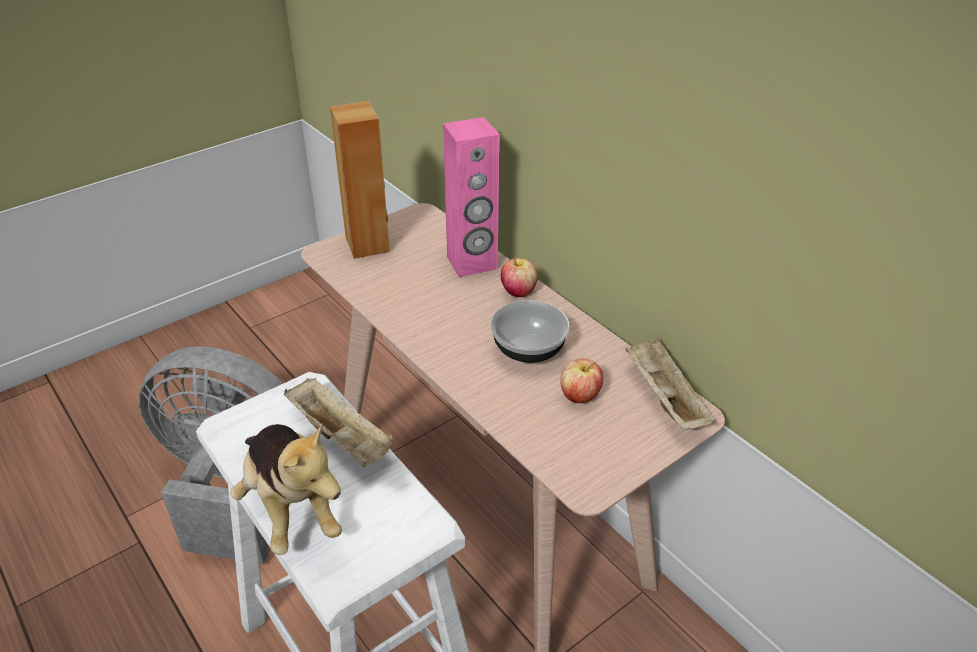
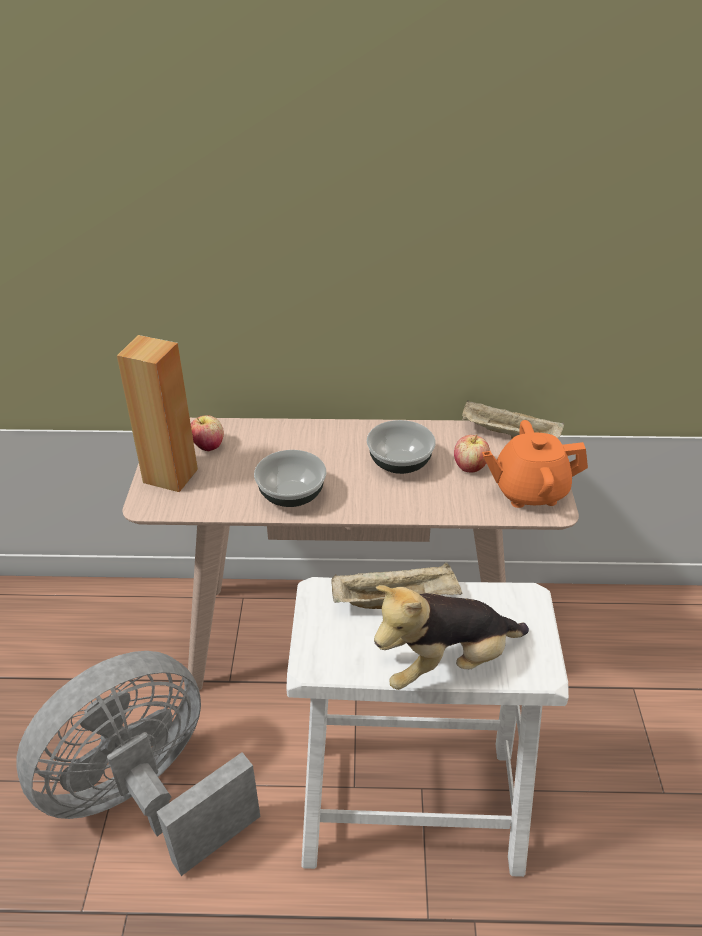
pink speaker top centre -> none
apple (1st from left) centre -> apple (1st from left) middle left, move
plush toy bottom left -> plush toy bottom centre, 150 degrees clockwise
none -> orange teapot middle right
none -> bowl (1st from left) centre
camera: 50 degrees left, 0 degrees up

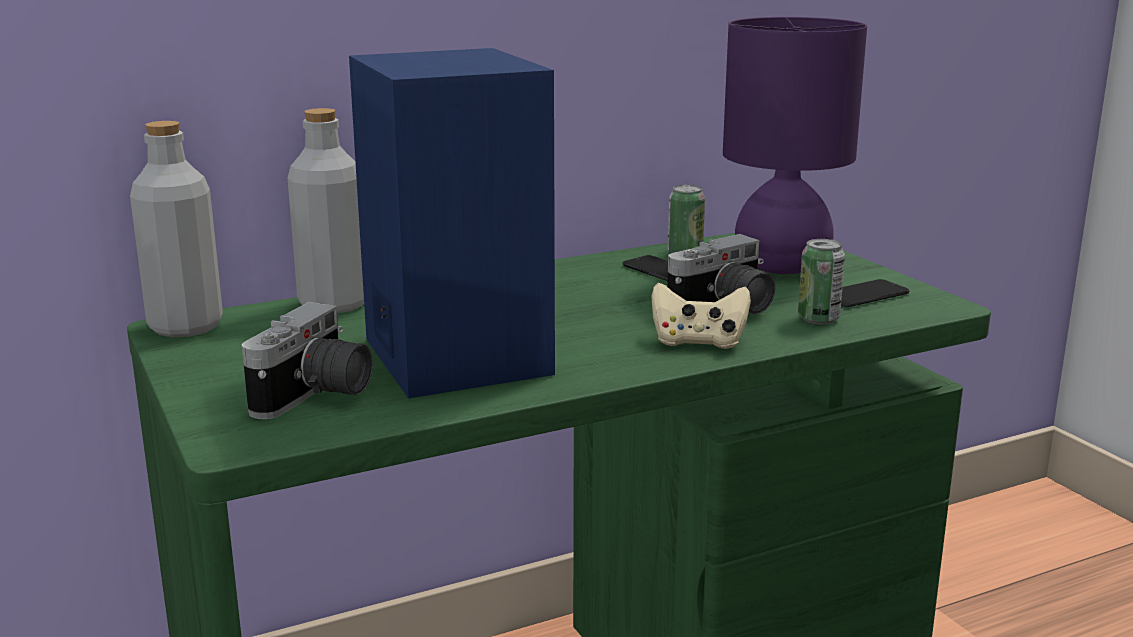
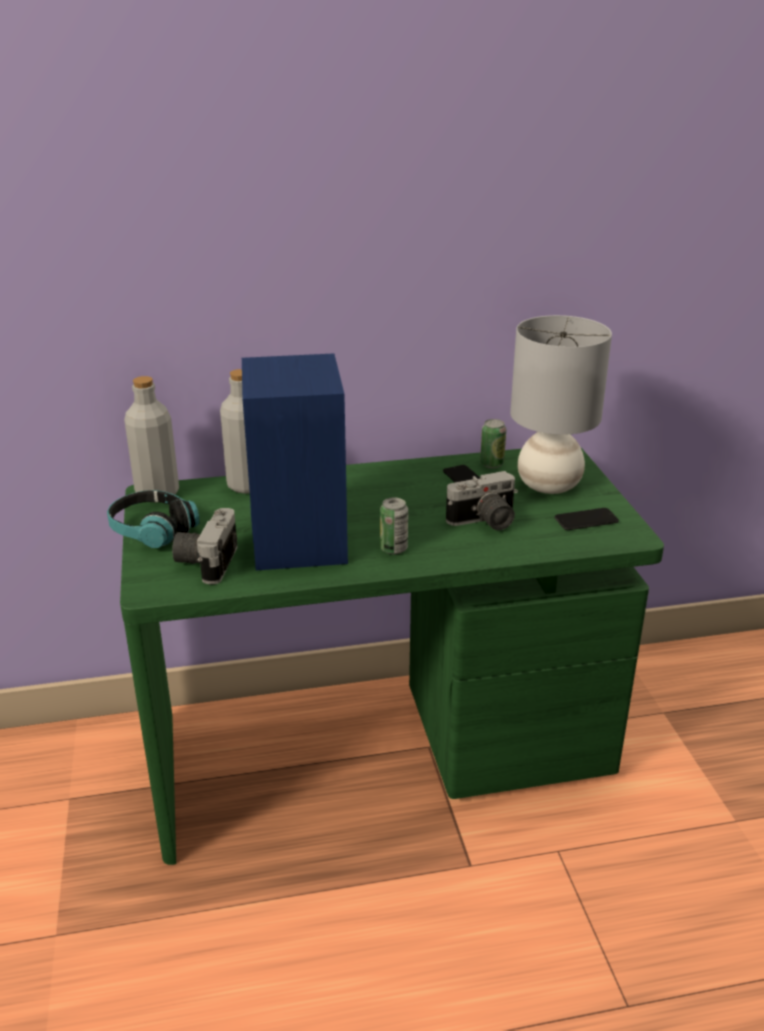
purple table lamp top right -> grey table lamp middle right
can (2nd from left in the first image) middle right -> can (1st from left) centre, move
beige game controller centre -> none
photo camera (1st from left) middle left, 150 degrees clockwise
none -> headphones middle left
camera: 15 degrees right, 10 degrees up

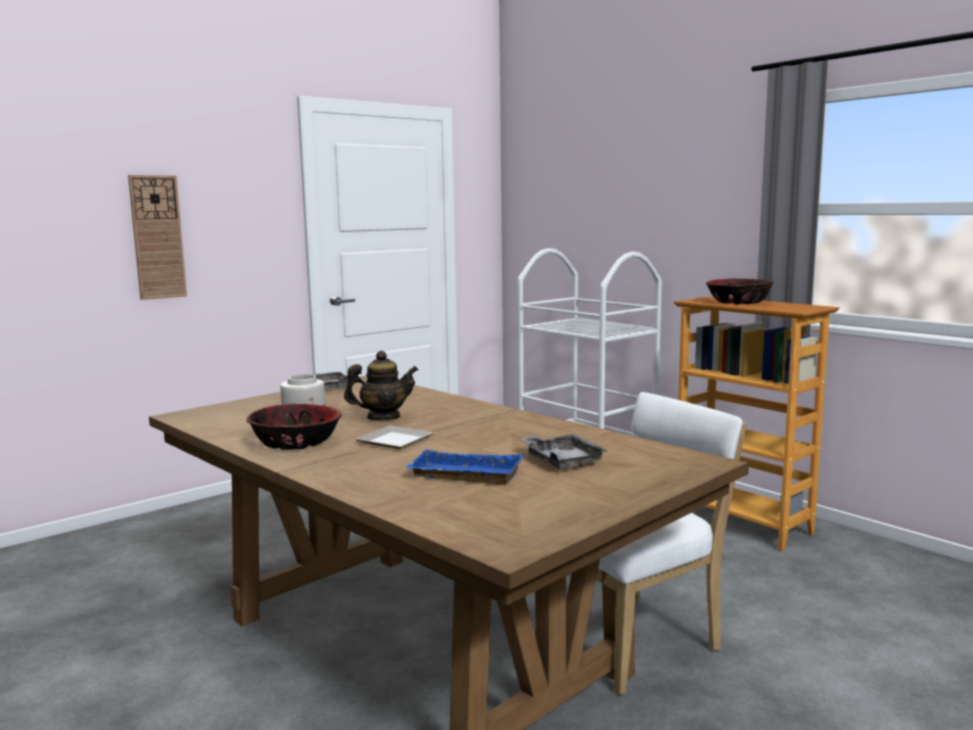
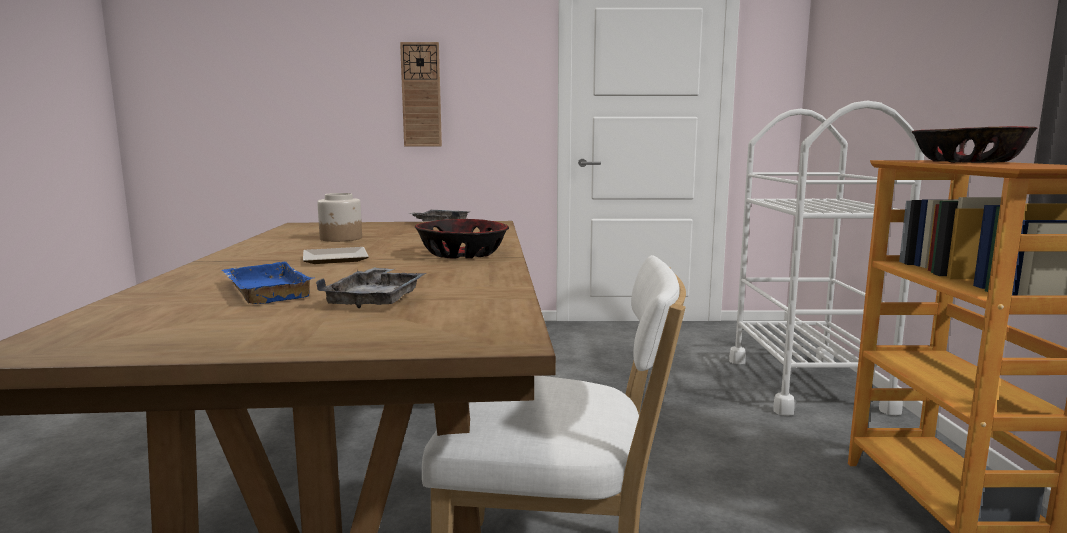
teapot centre -> none
bowl (1st from left) middle left -> bowl (1st from left) centre, move
camera: 40 degrees right, 0 degrees up

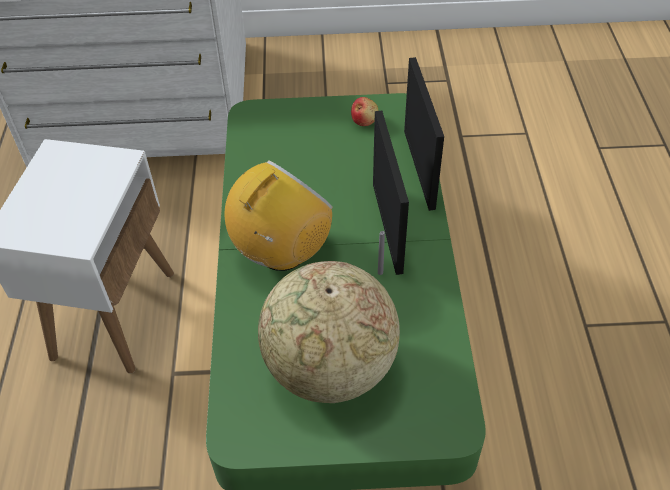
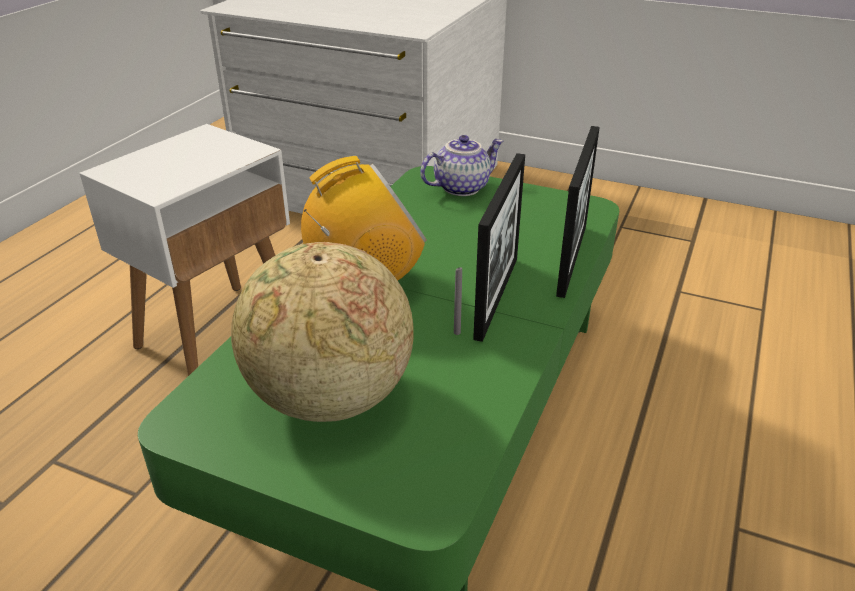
apple top centre -> none
none -> teapot top centre
camera: 25 degrees right, 15 degrees down

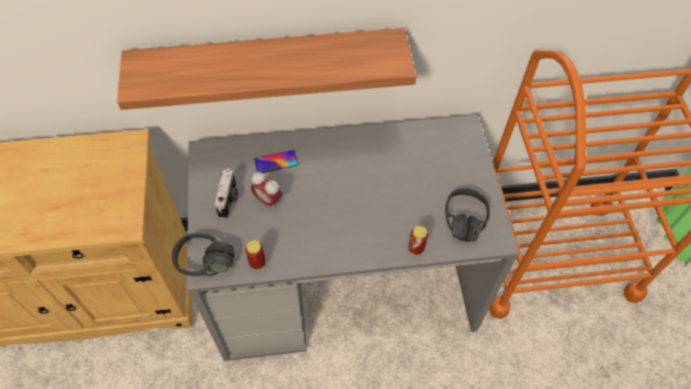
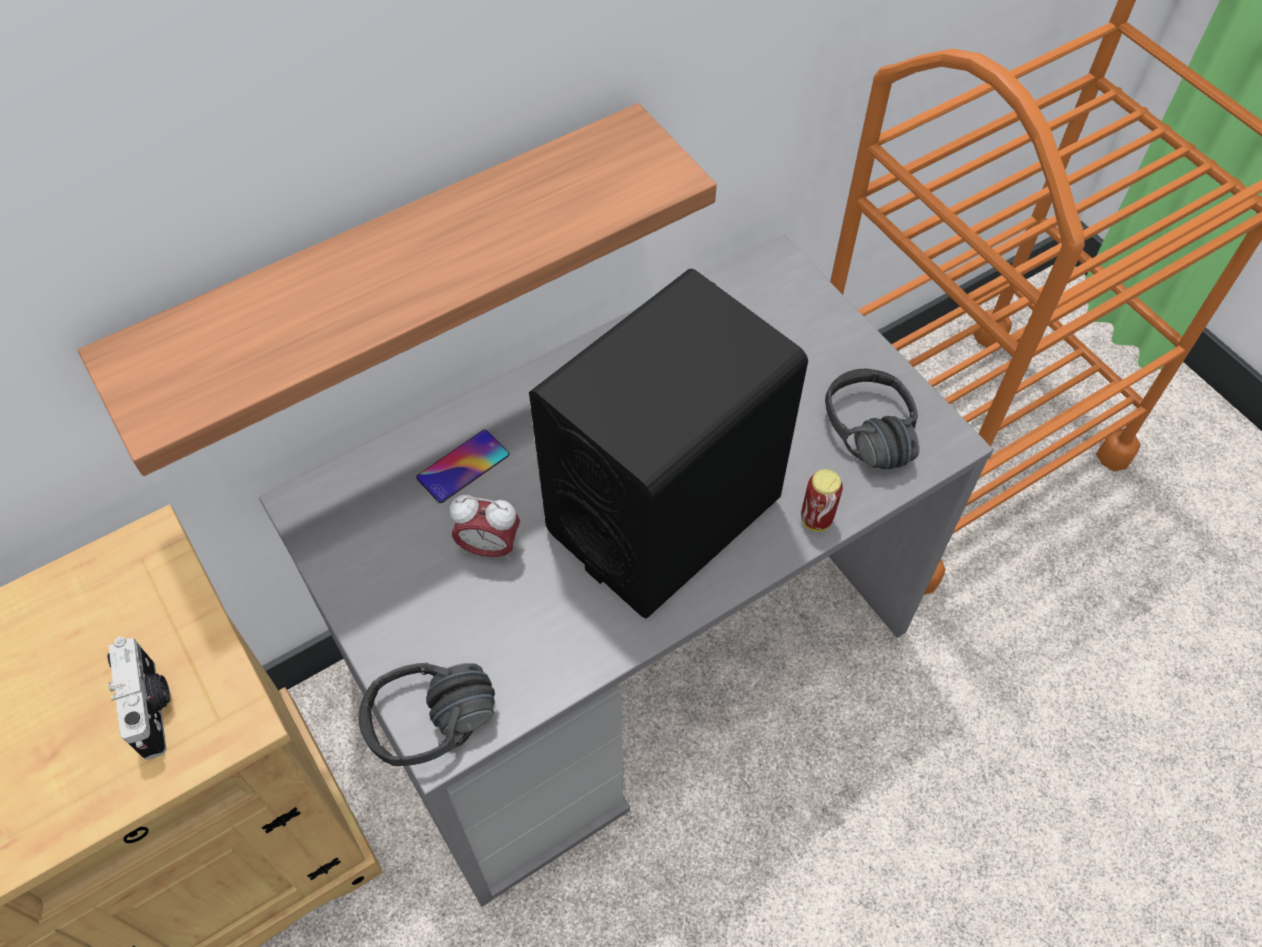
photo camera middle left -> photo camera bottom left, move
can (1st from left) centre -> none
none -> black speaker centre
camera: 25 degrees left, 0 degrees up

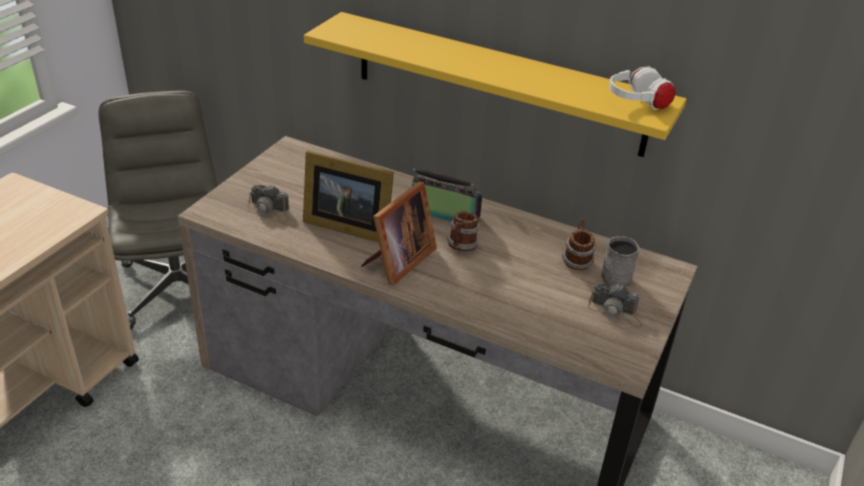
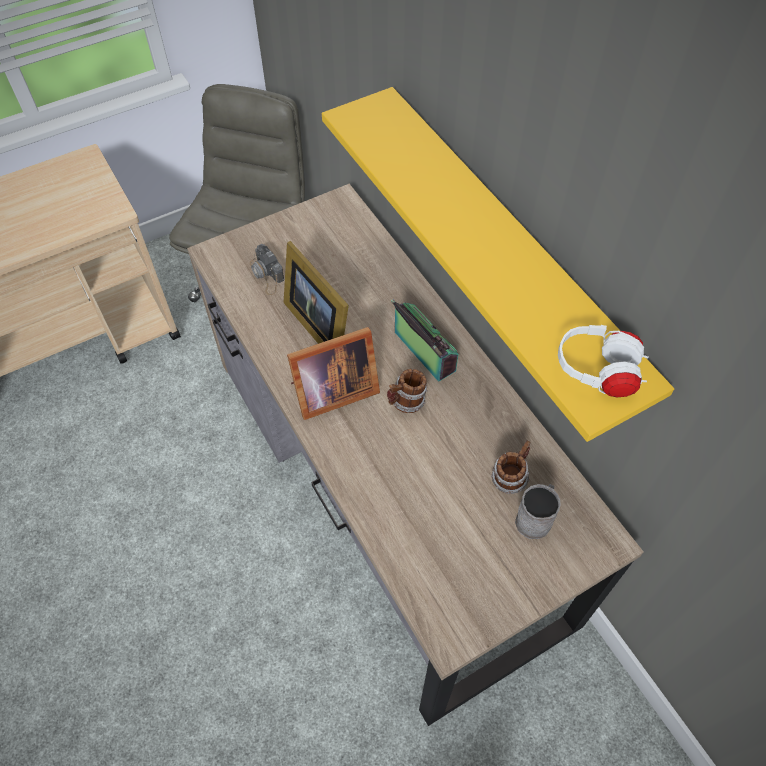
photo camera (2nd from left) middle right -> none
camera: 35 degrees right, 20 degrees up

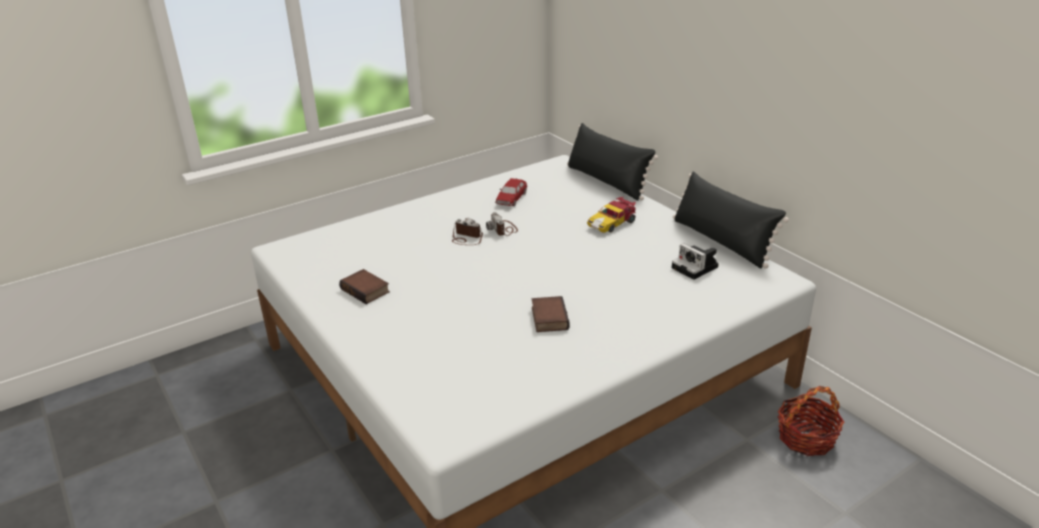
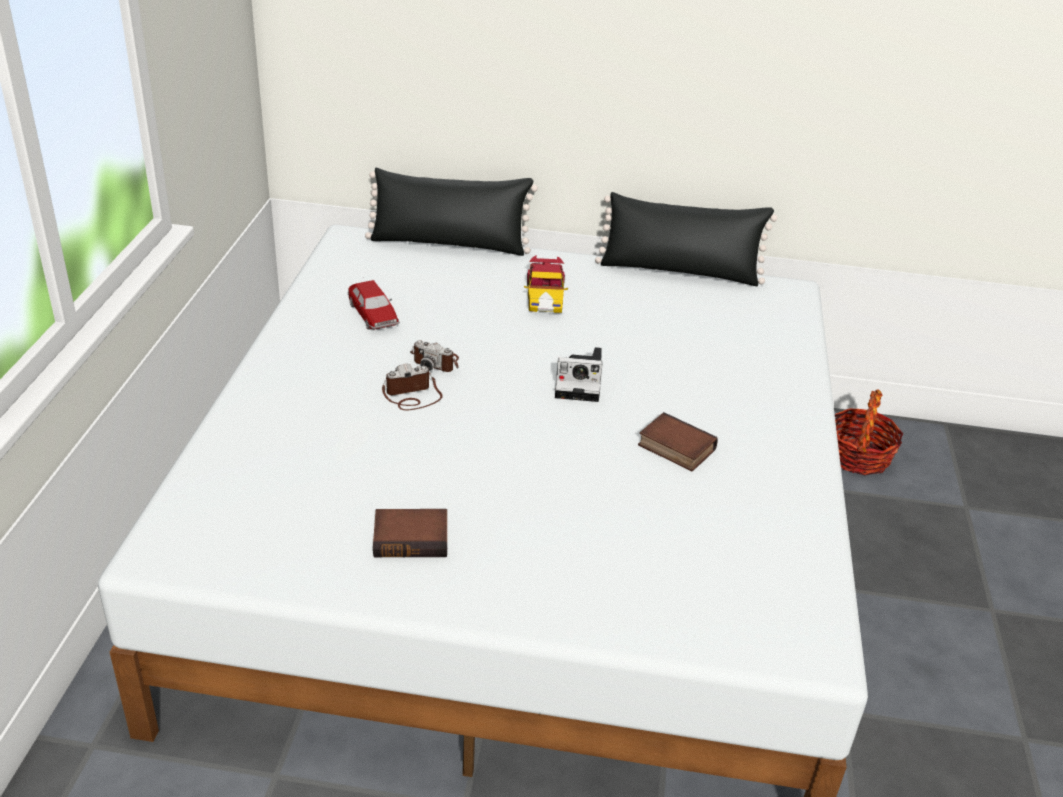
photo camera (3rd from left) middle right -> photo camera (3rd from left) centre, move
camera: 50 degrees left, 5 degrees up

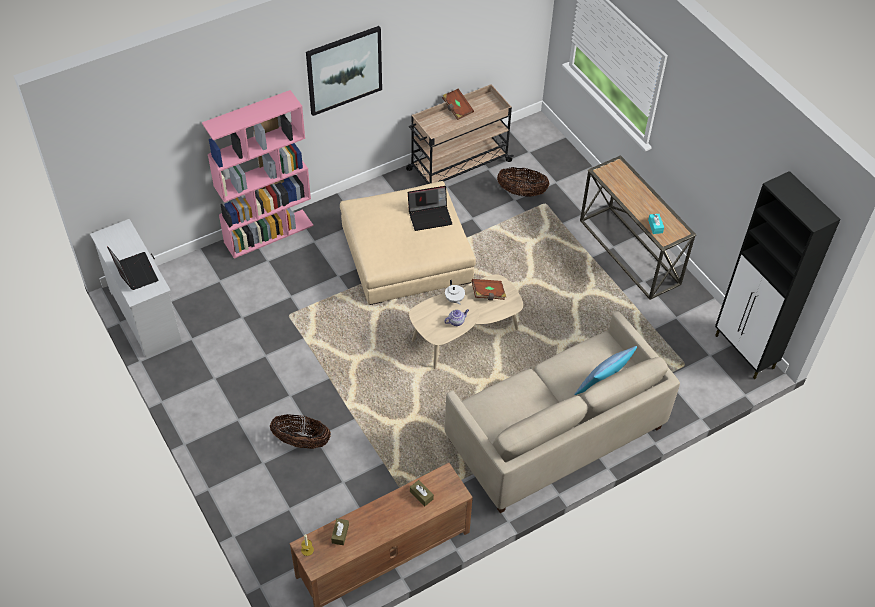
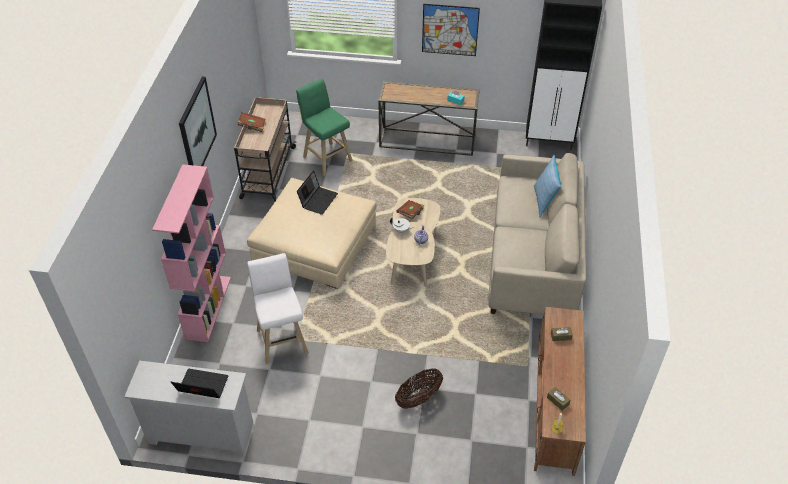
basket (2nd from left) top centre -> green stool top centre
none -> picture (2nd from left) top centre
none -> white stool centre
camera: 50 degrees left, 5 degrees down

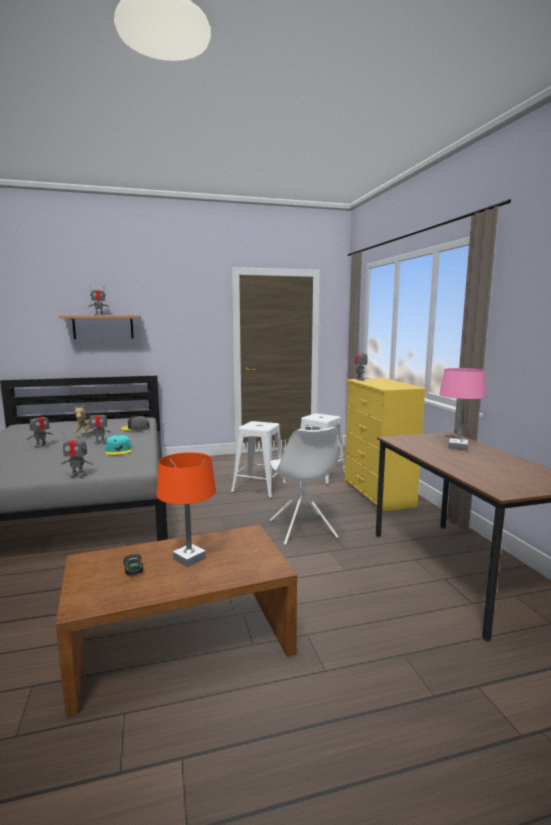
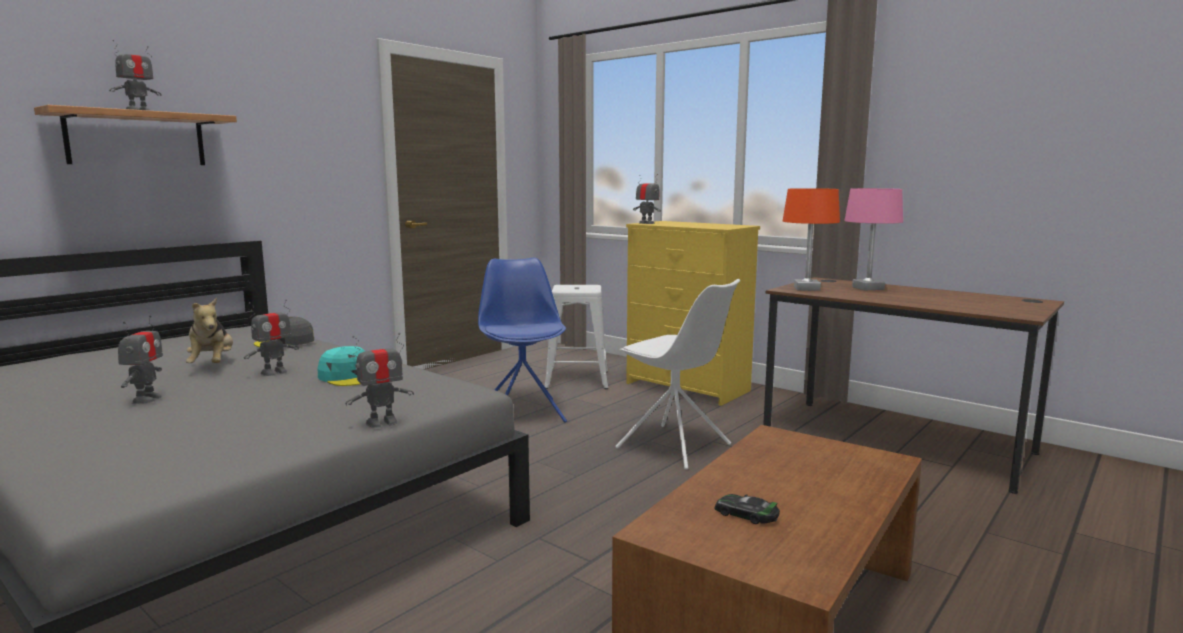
white stool (1st from left) centre -> blue chair centre
orange table lamp centre -> orange table lamp middle right, move
camera: 35 degrees left, 0 degrees up

